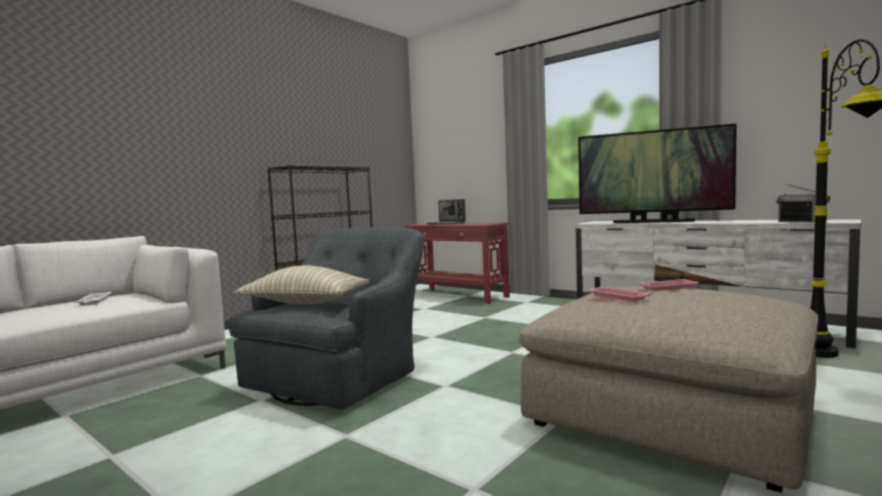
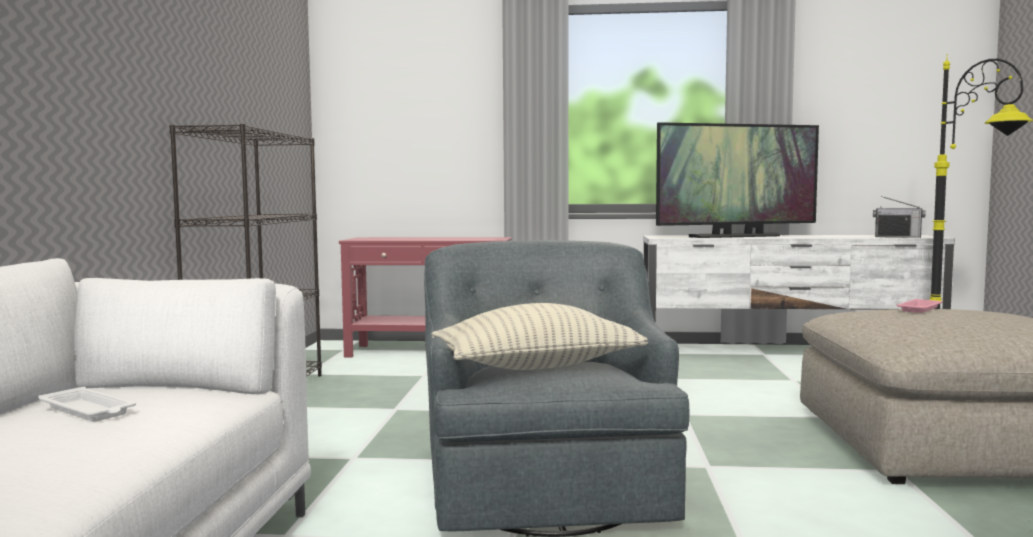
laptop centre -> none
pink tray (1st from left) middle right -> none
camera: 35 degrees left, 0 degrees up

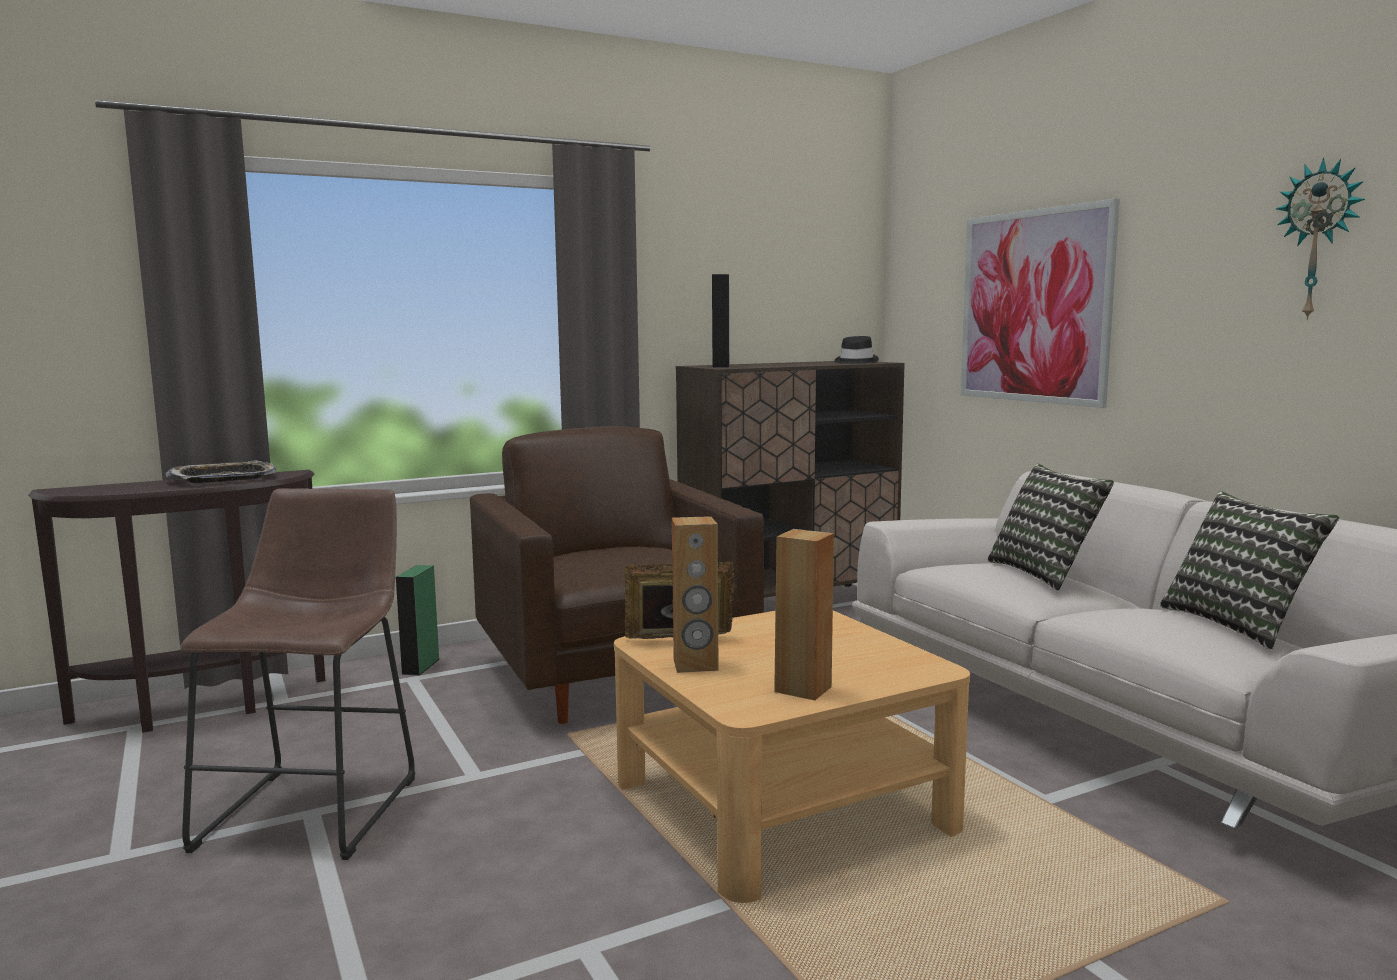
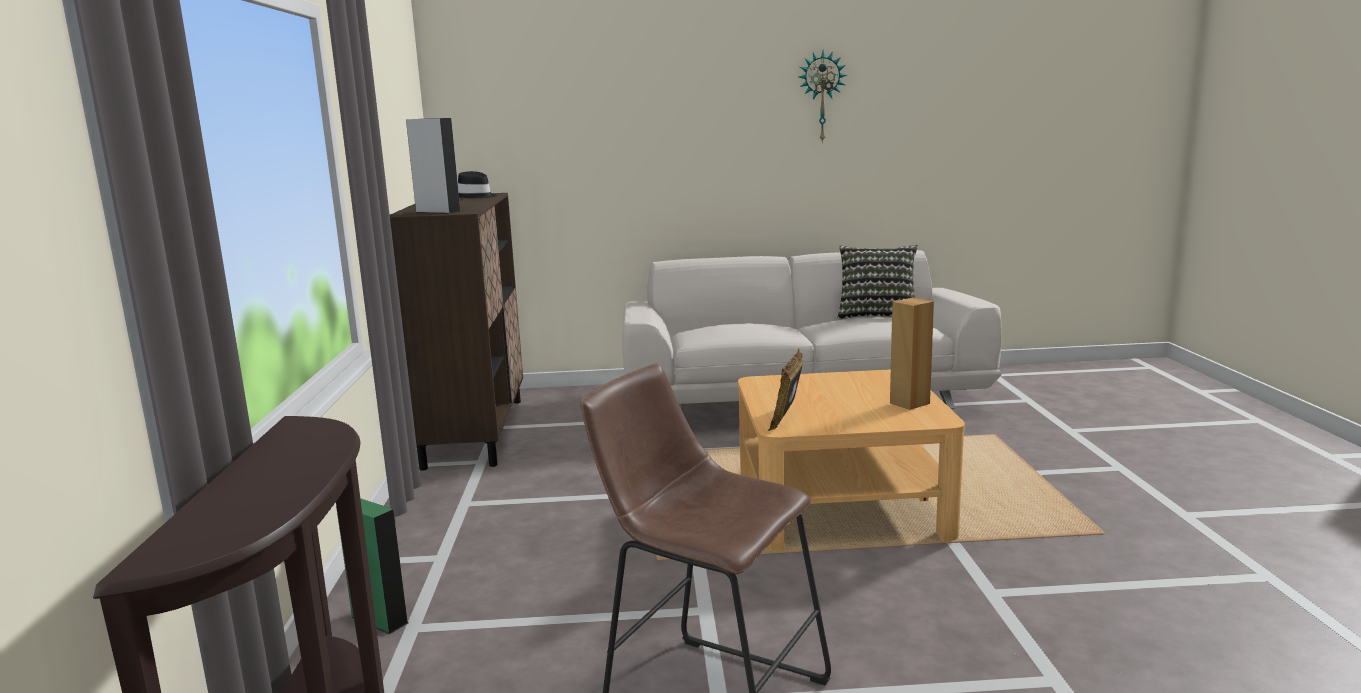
picture top right -> none
brown armchair centre -> none
tray middle left -> none
pillow (1st from left) middle right -> none
brown speaker (1st from left) centre -> none
camera: 65 degrees left, 5 degrees up

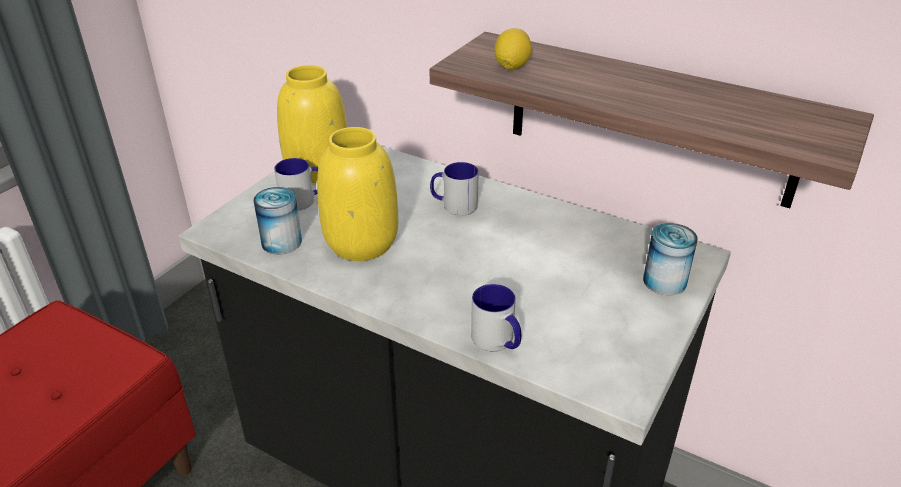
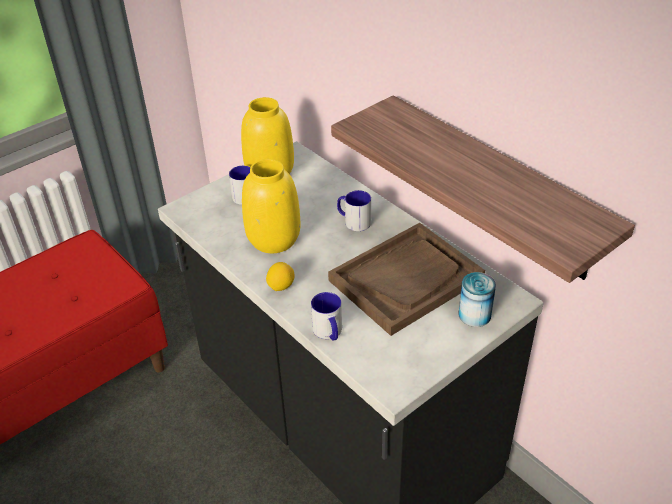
lemon top centre -> lemon centre, move
can (1st from left) middle left -> none
none -> brown tray centre
camera: 20 degrees right, 5 degrees up

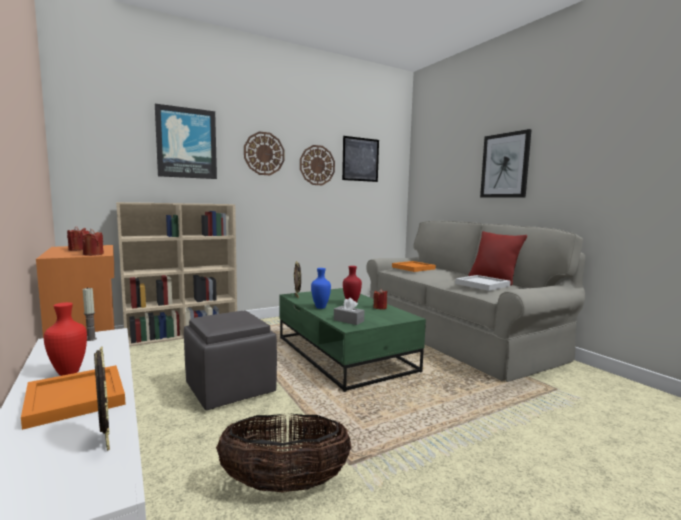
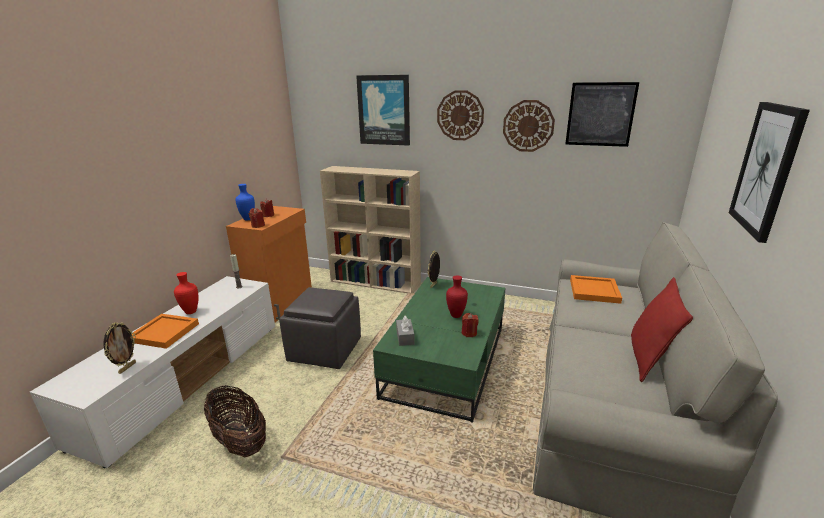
blue vase centre -> blue vase middle left, move
white tray middle right -> none
camera: 50 degrees right, 15 degrees up

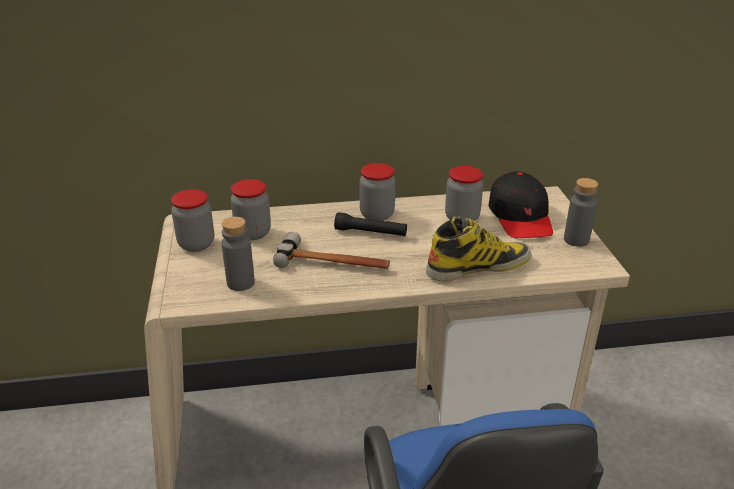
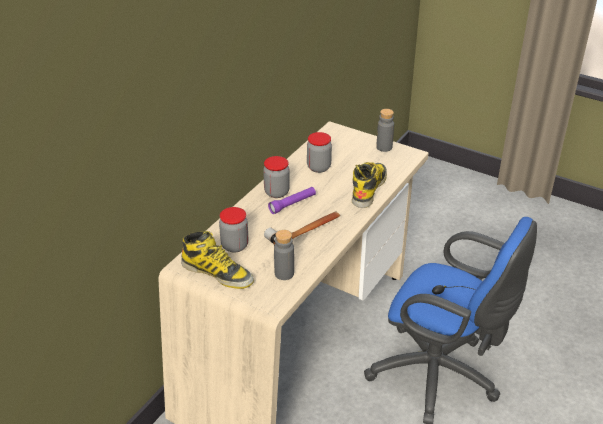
black cap middle right -> none
jar (1st from left) middle left -> boot (1st from left) centre
black flashlight centre -> purple flashlight centre
camera: 50 degrees left, 5 degrees up

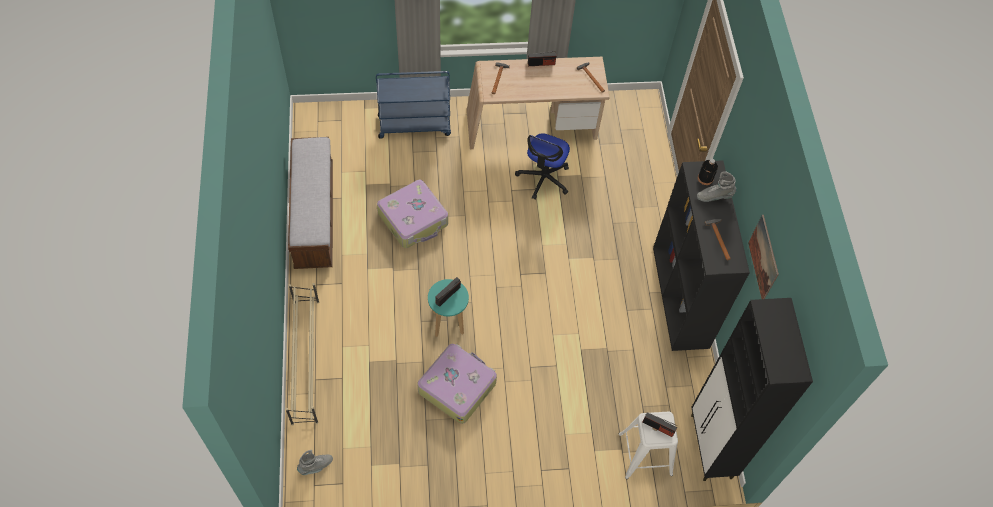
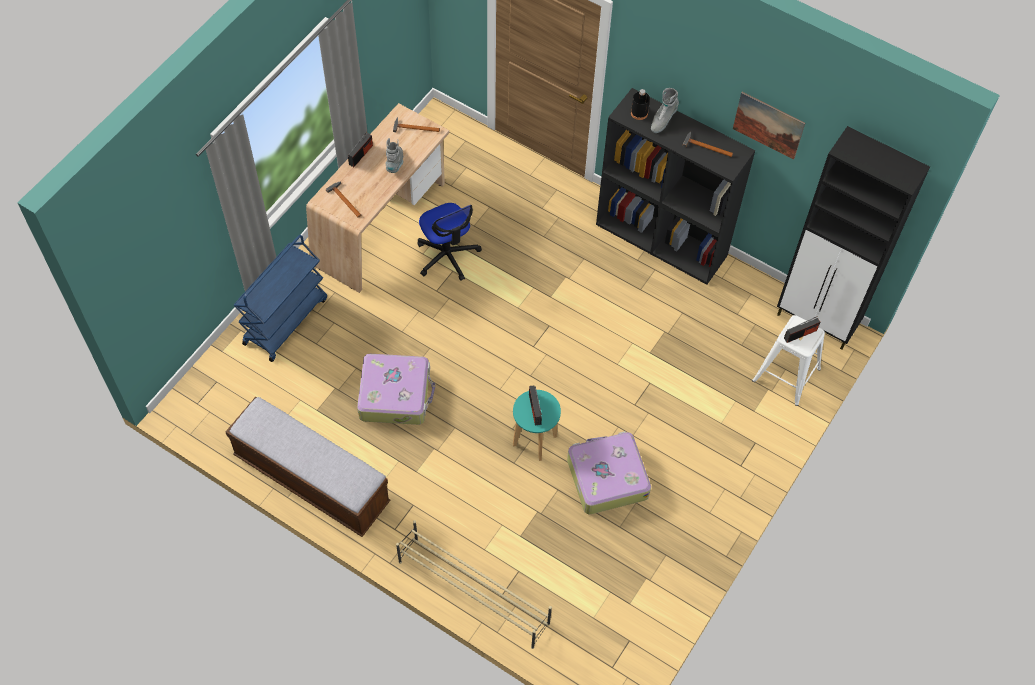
grey boot (1st from left) bottom left -> grey boot (1st from left) top centre, move
camera: 50 degrees left, 0 degrees up

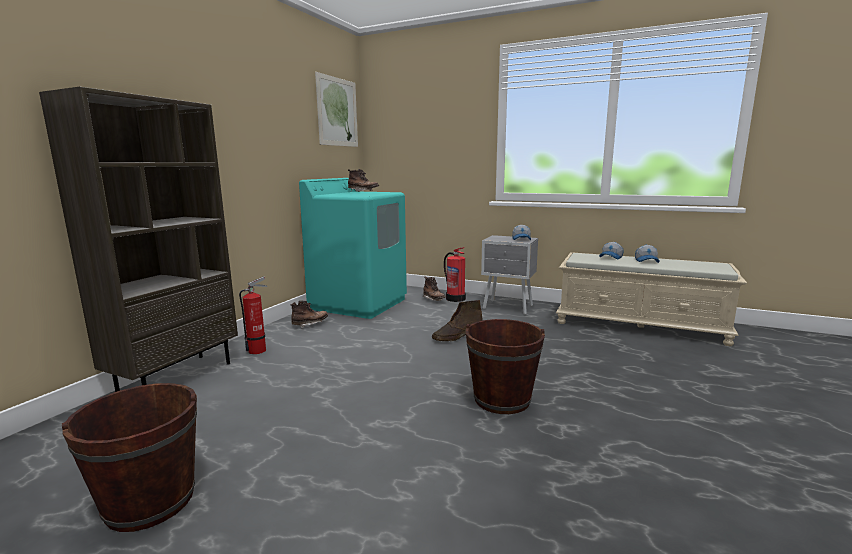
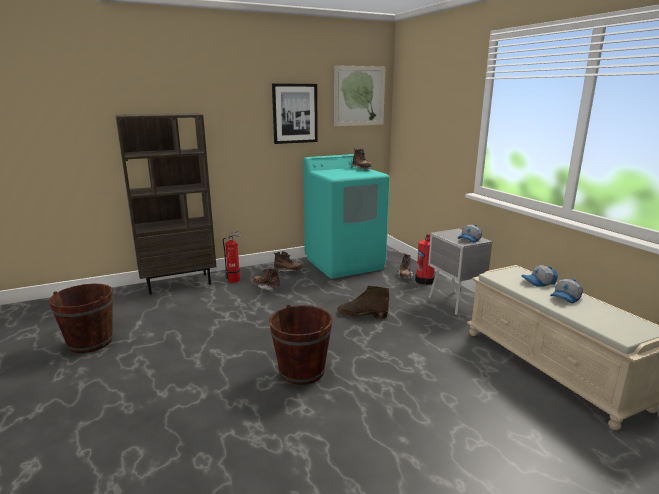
none -> picture (1st from left) top centre
none -> brown boot (1st from left) centre
camera: 40 degrees right, 5 degrees up

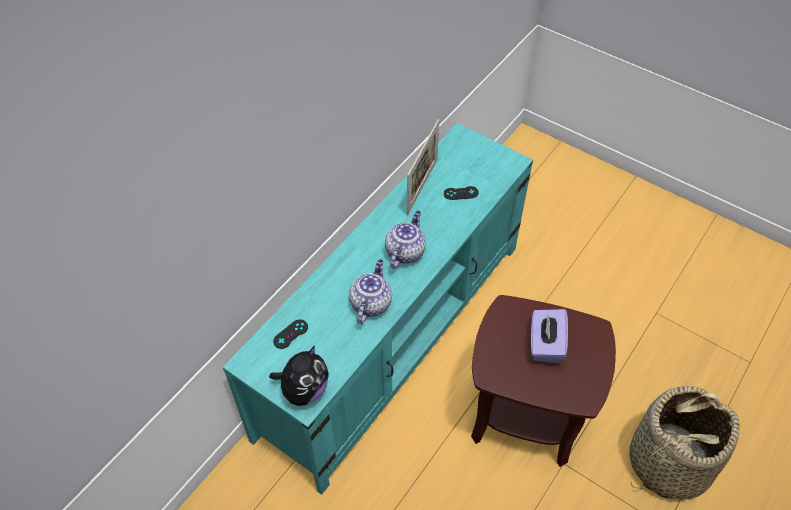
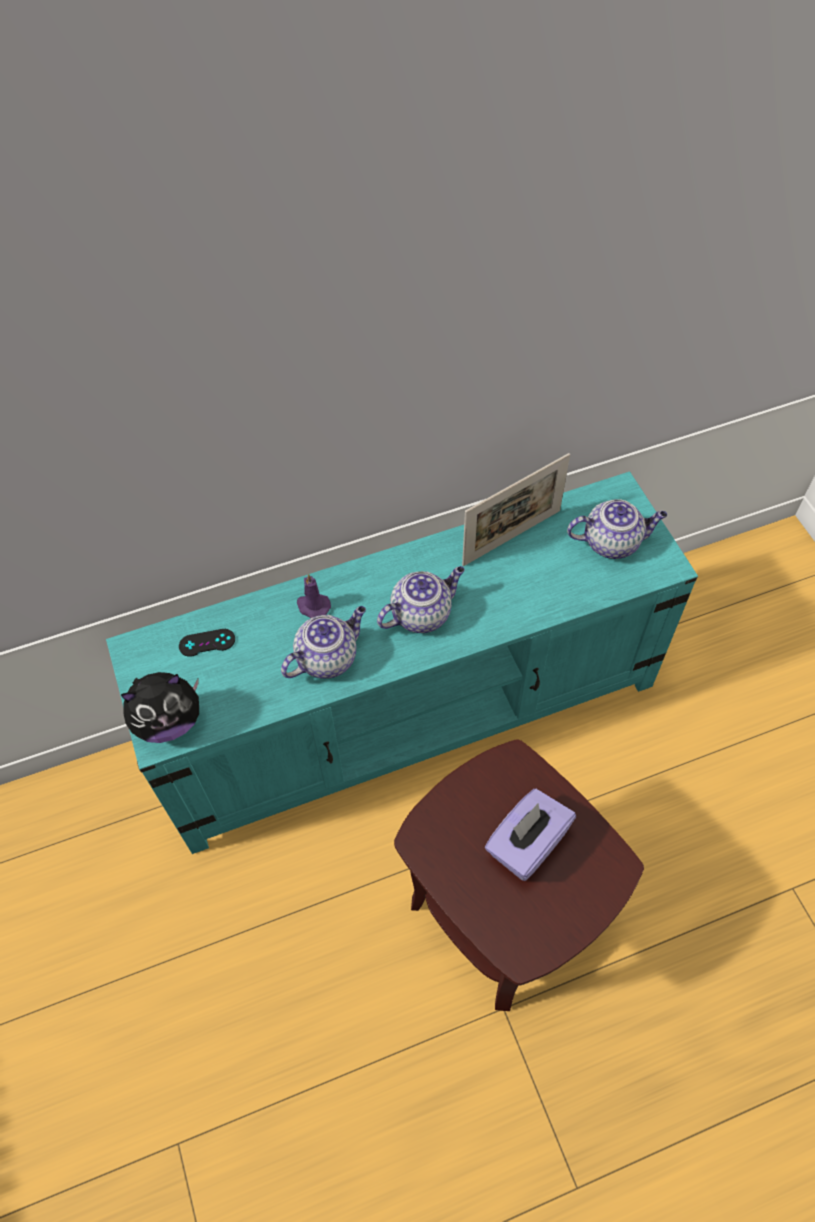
black game controller (2nd from left) centre -> none
basket bottom right -> none
none -> teapot (3rd from left) middle right
none -> purple candle centre
camera: 35 degrees right, 5 degrees up

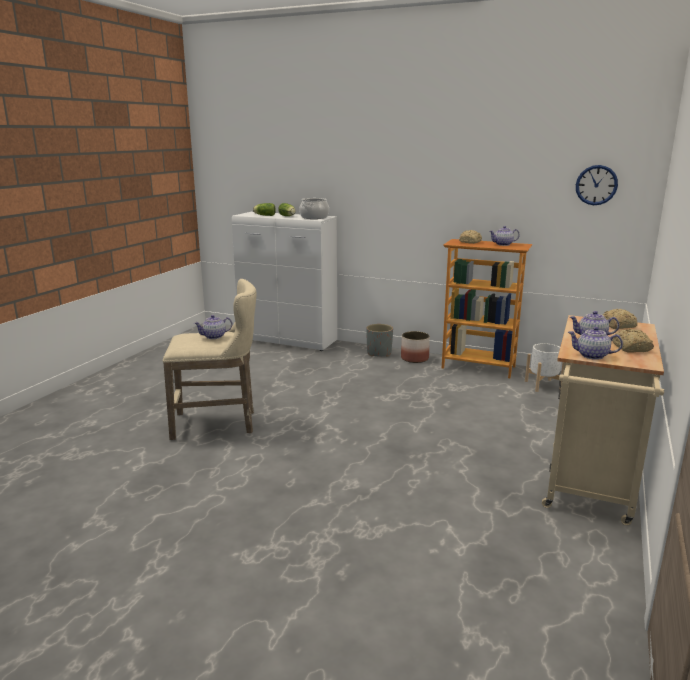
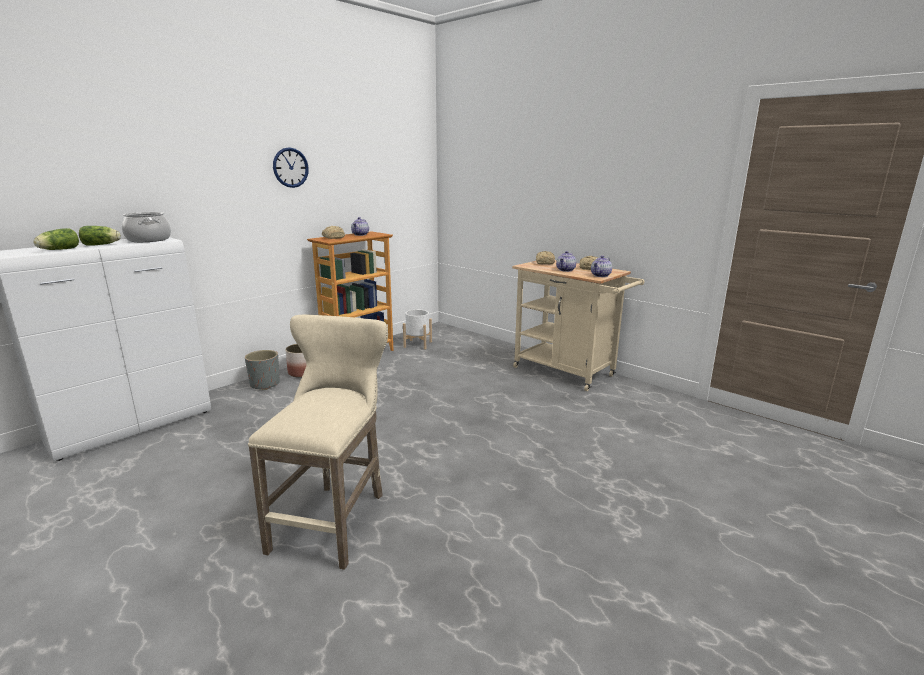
wall clock top right -> wall clock top left, move
teapot (1st from left) middle left -> none
camera: 70 degrees left, 0 degrees up

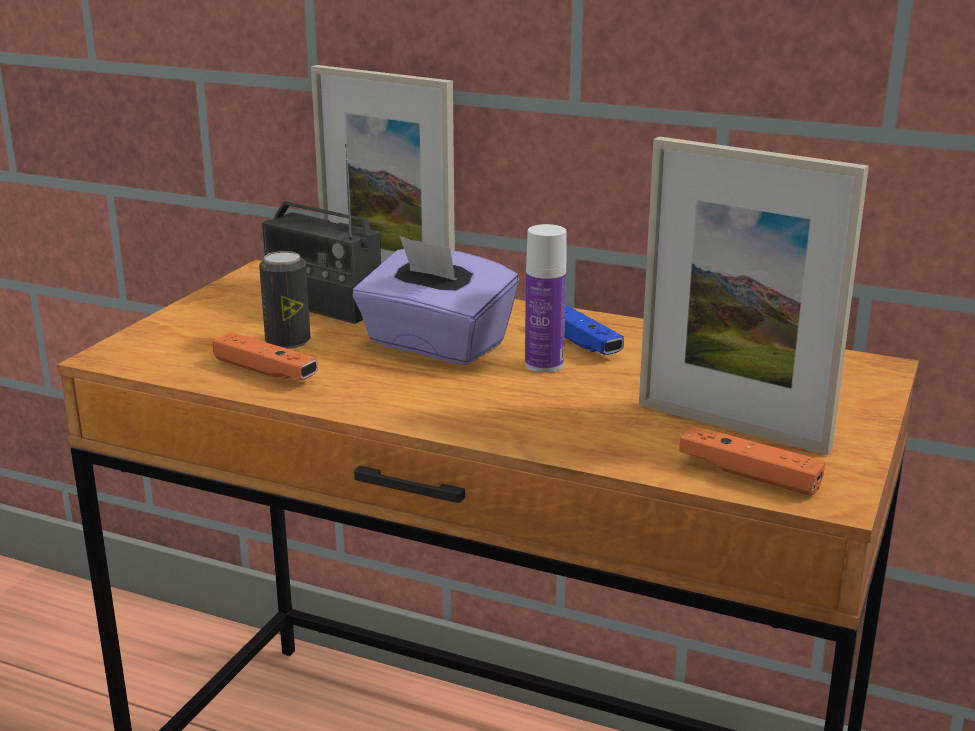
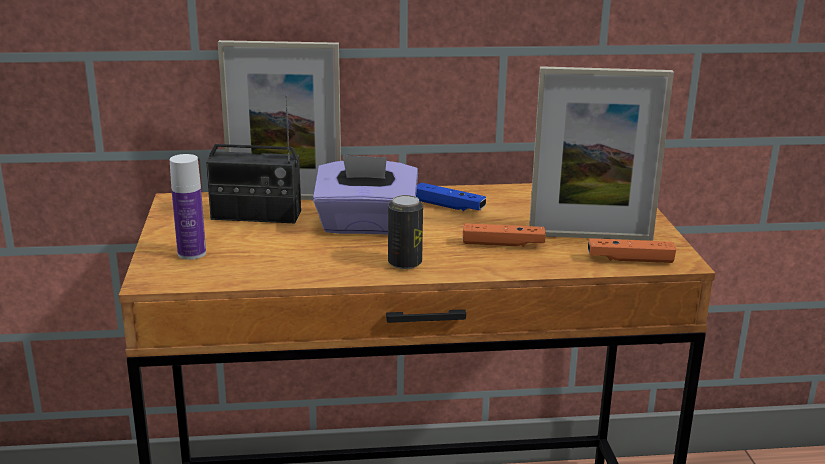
bottle centre -> bottle middle left, move
can middle left -> can centre, move
orange game controller (1st from left) middle left -> orange game controller (1st from left) centre, move
camera: 30 degrees left, 0 degrees up

